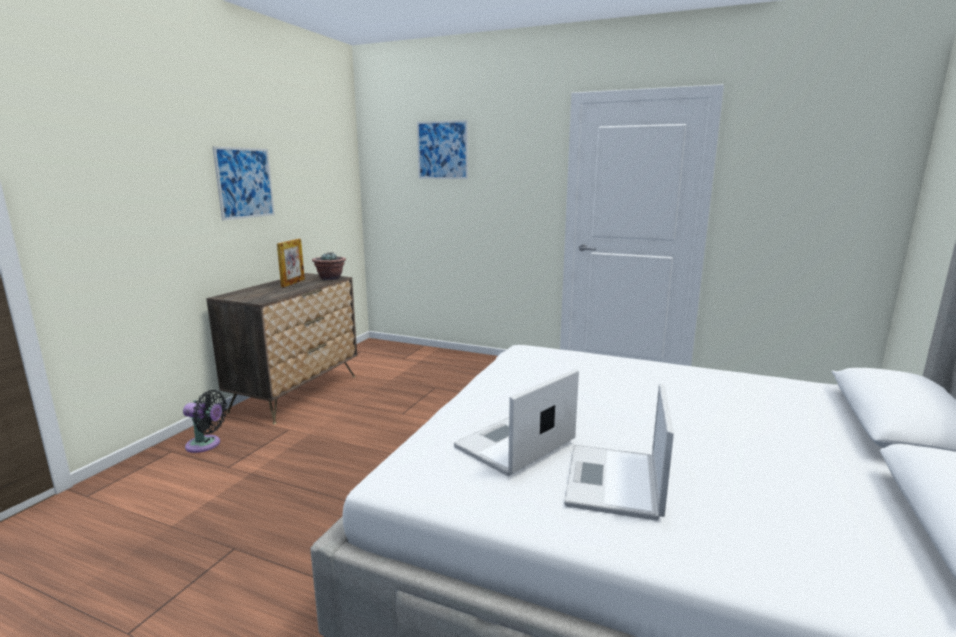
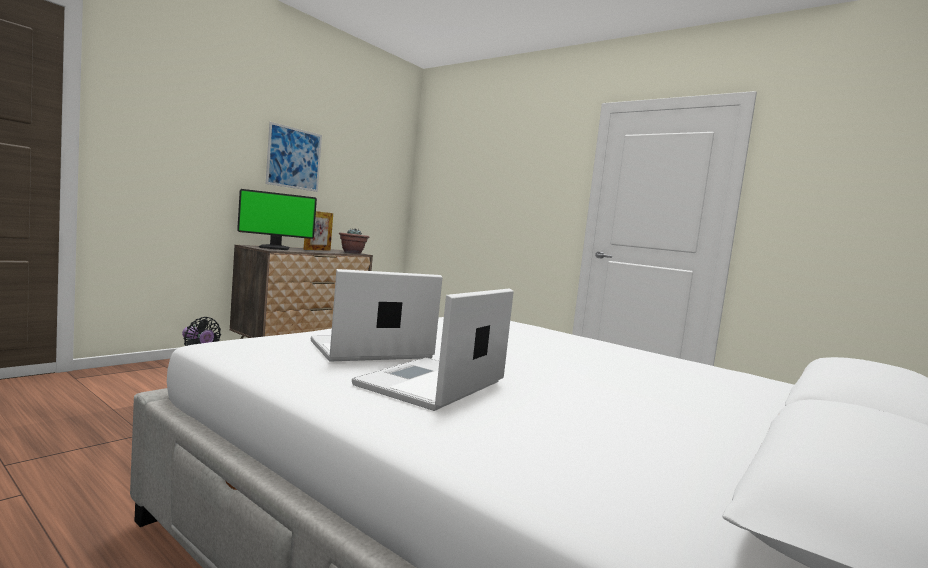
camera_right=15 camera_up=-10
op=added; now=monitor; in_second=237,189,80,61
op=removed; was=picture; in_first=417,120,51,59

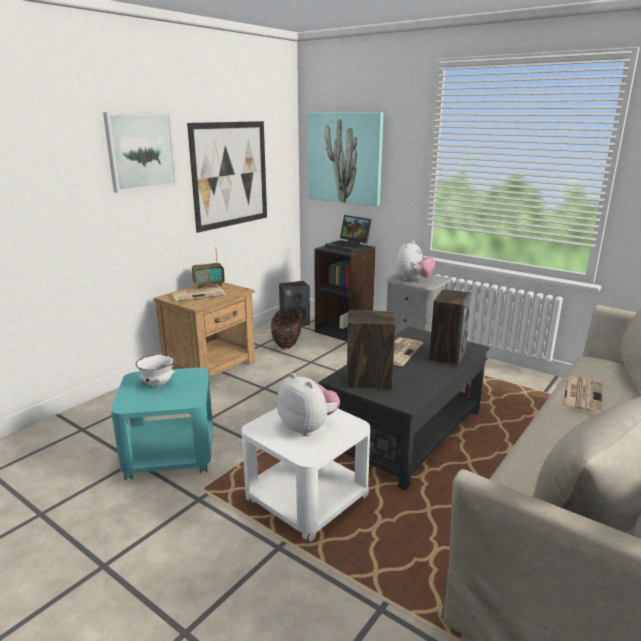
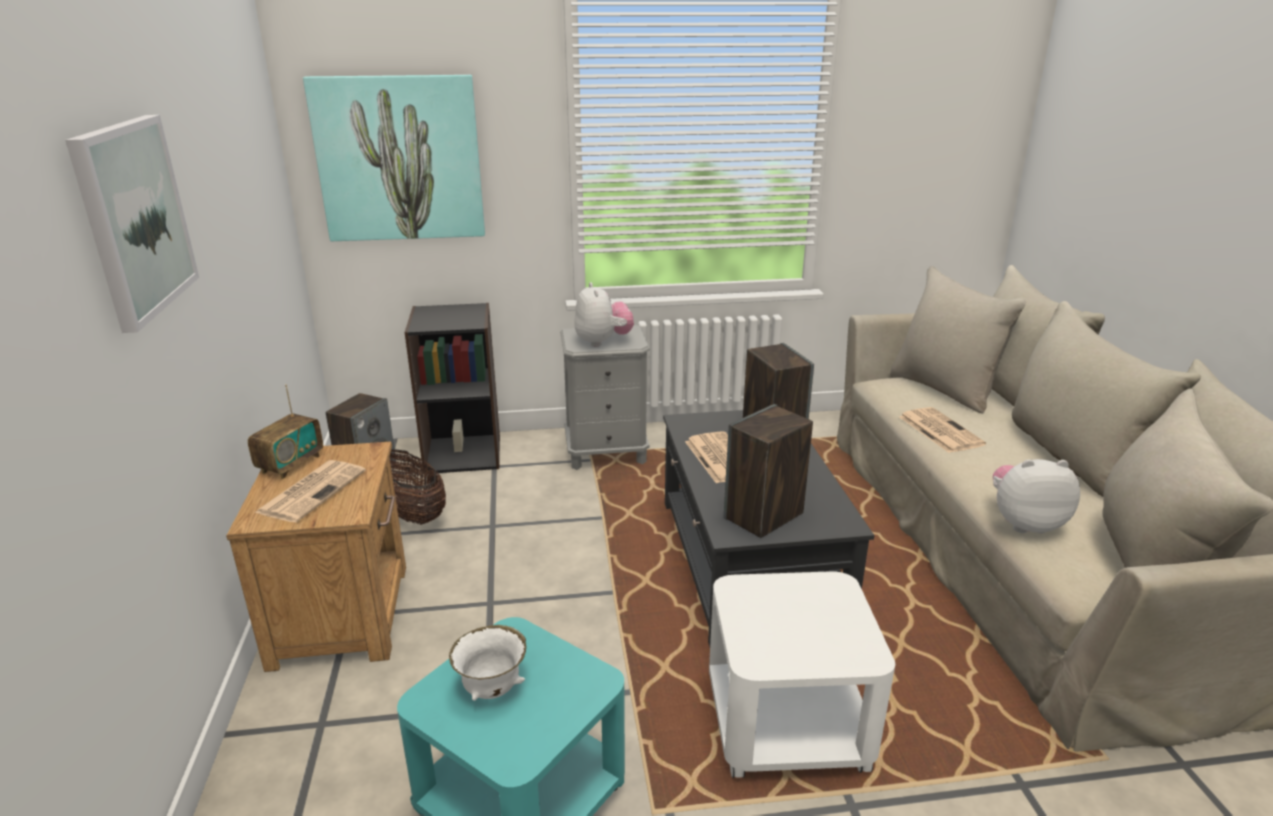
camera_right=-45 camera_up=5
op=moved; was=plush toy; in_first=277,373,63,63; in_second=993,459,87,74
op=removed; was=picture; in_first=187,121,80,112
op=removed; was=laptop; in_first=325,215,47,37

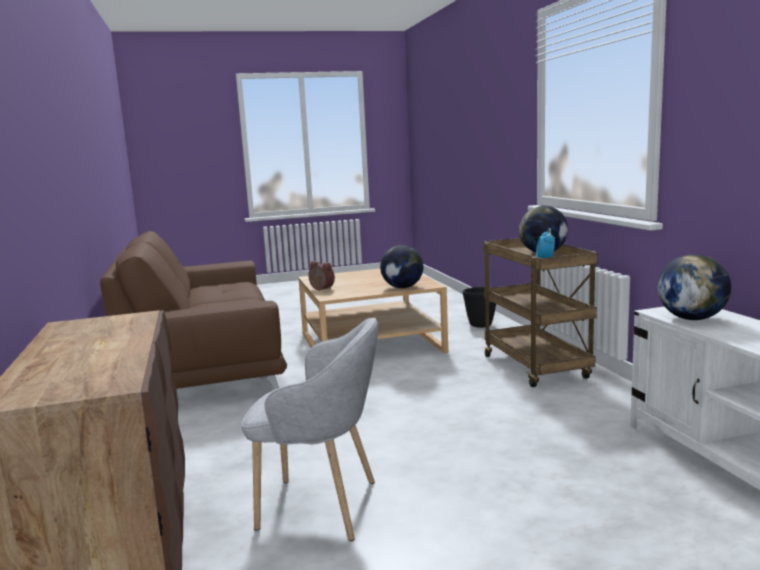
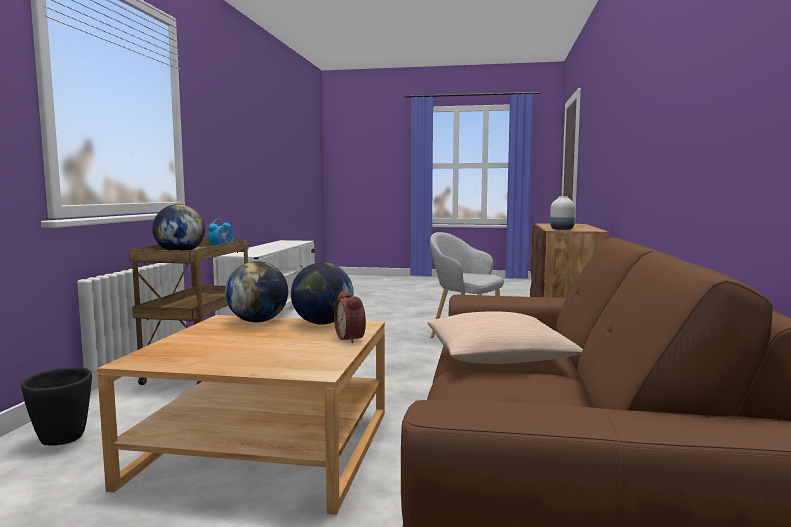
camera_right=-155 camera_up=-5
op=moved; was=globe; in_first=658,254,73,66; in_second=291,262,62,63
op=added; now=pillow (beige); in_second=428,311,155,53
op=added; now=vase (white); in_second=550,196,25,34

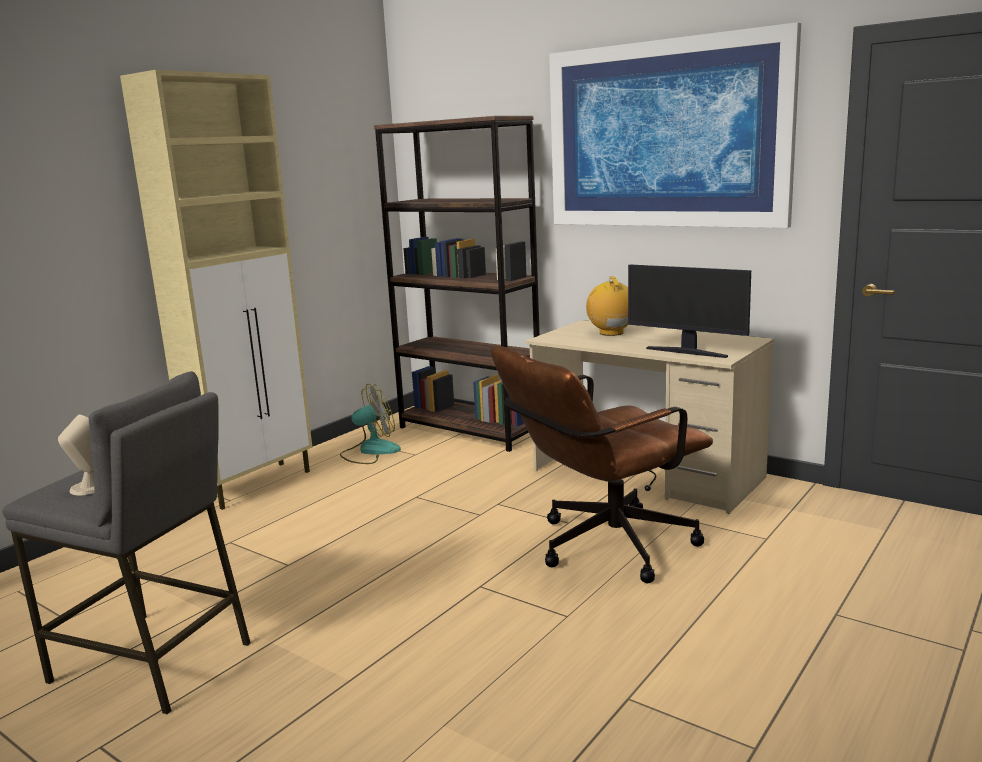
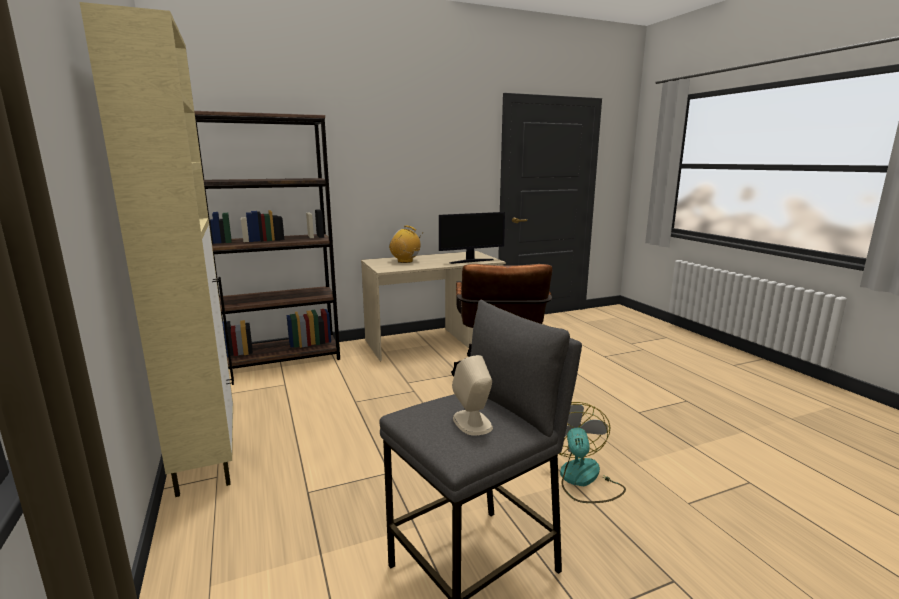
camera_right=-60 camera_up=0
op=moved; was=fan; in_first=340,384,61,80; in_second=560,402,66,101
op=removed; was=picture; in_first=549,22,252,206

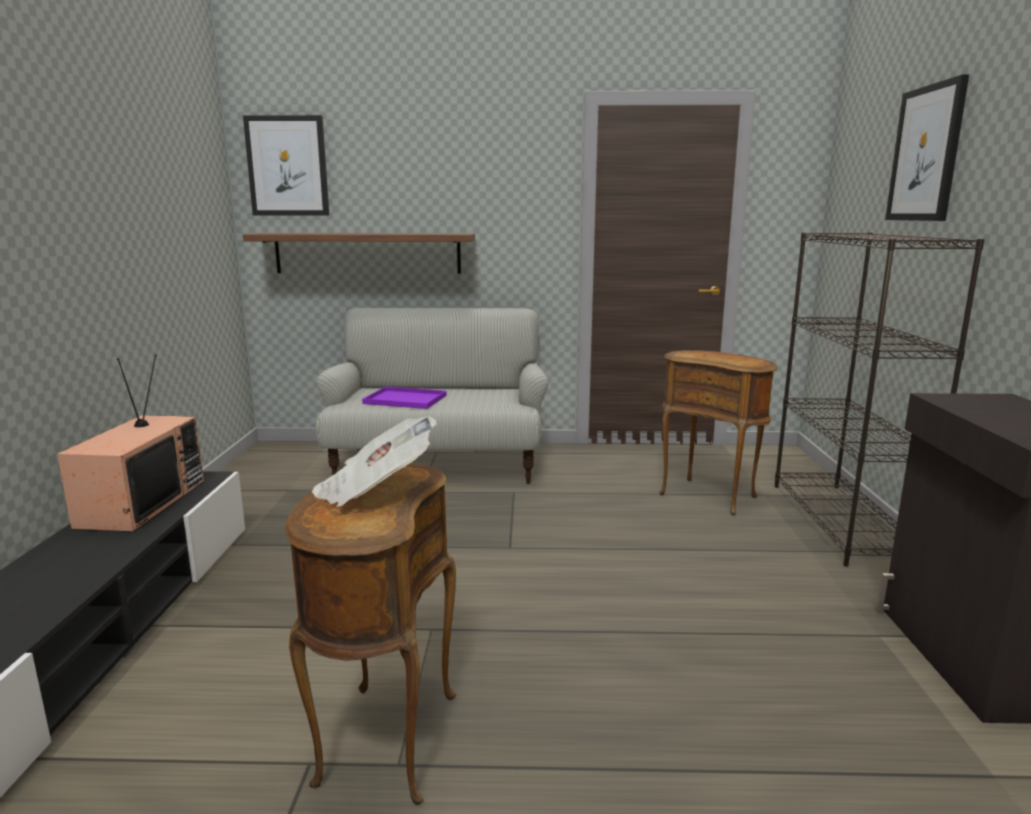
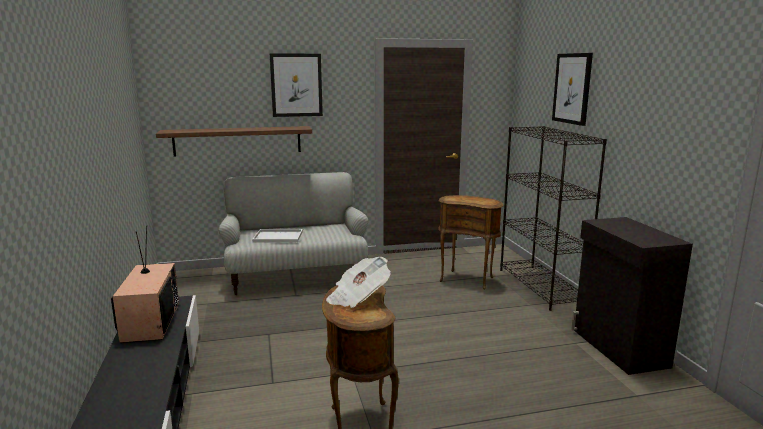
camera_right=-15 camera_up=0
op=recoloured; was=tray (purple); now=tray (white); in_first=362,386,85,23; in_second=252,229,51,14
op=moved; was=picture; in_first=243,115,86,100; in_second=270,53,53,64

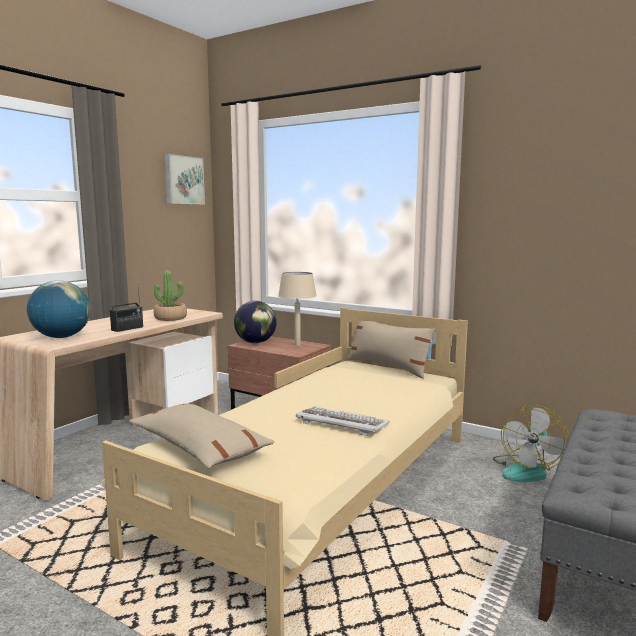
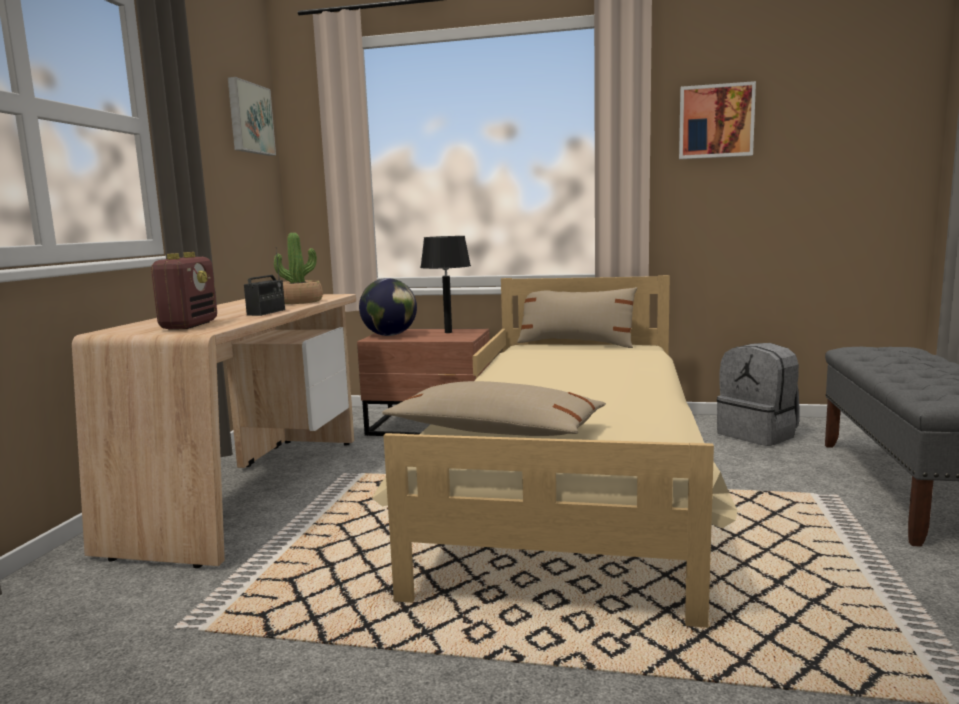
camera_right=-20 camera_up=0
op=replaced; was=globe; now=radio; in_first=27,280,63,58; in_second=151,252,66,78
op=recoloured; was=table lamp (beige); now=table lamp (black); in_first=278,272,39,74; in_second=420,236,51,97
op=added; now=picture; in_second=679,81,77,78
op=replaced; was=fan; now=backpack (grey); in_first=493,405,76,77; in_second=717,343,83,103
op=removed; was=keyboard; in_first=296,406,94,30

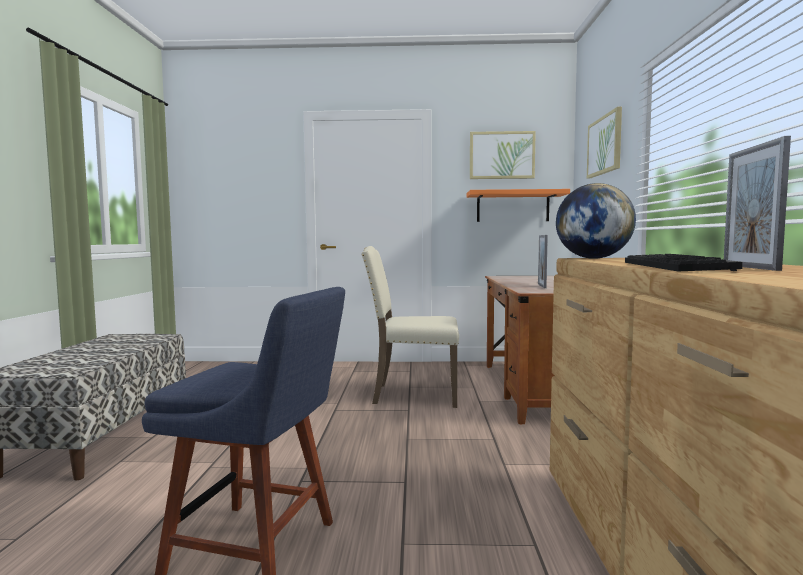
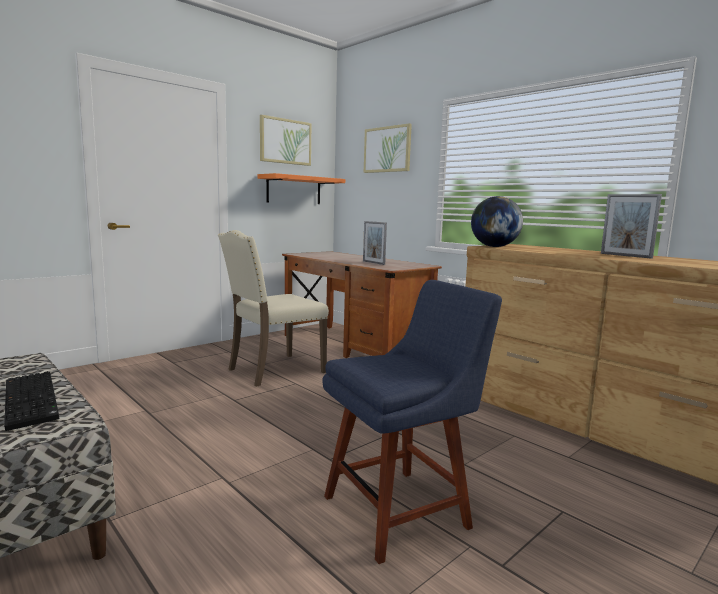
camera_right=-45 camera_up=5
op=moved; was=keyboard; in_first=625,254,118,17; in_second=4,371,55,60

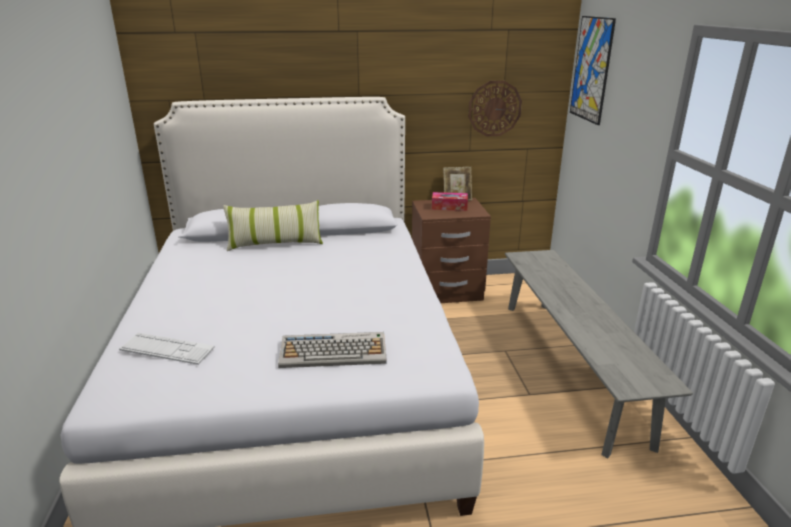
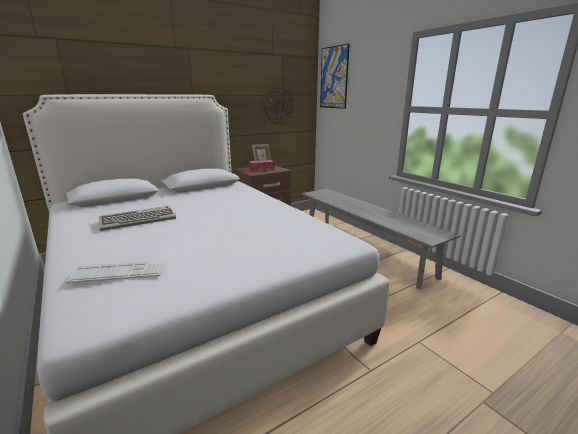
camera_right=-25 camera_up=-5
op=moved; was=keyboard; in_first=278,332,109,36; in_second=99,206,77,25
op=removed; was=pillow; in_first=223,200,100,51

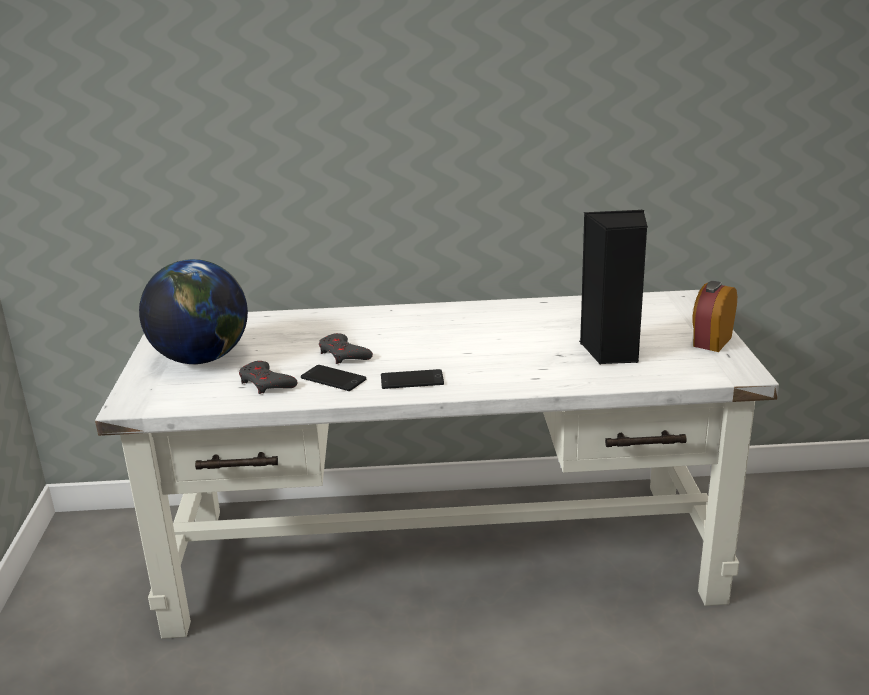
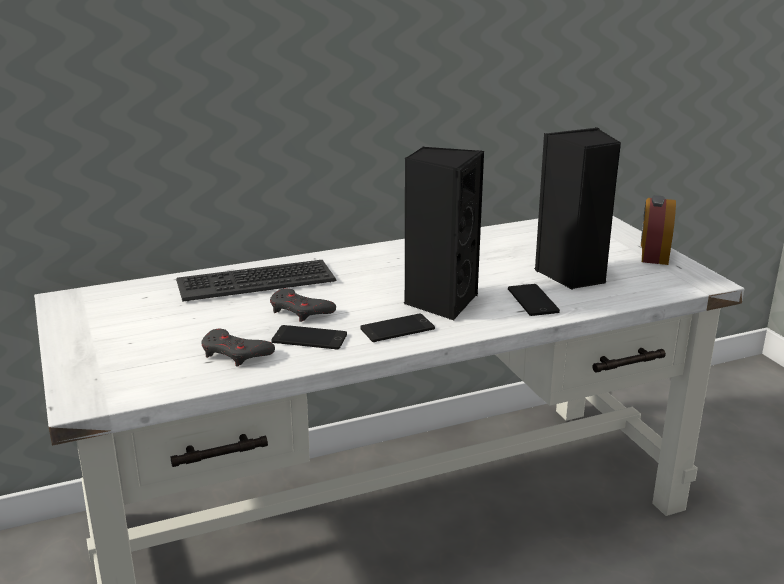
camera_right=-20 camera_up=0
op=added; now=keyboard; in_second=176,260,160,41
op=added; now=speaker (black); in_second=404,146,80,174
op=added; now=phone; in_second=508,284,52,32
op=removed; was=globe; in_first=139,259,109,105

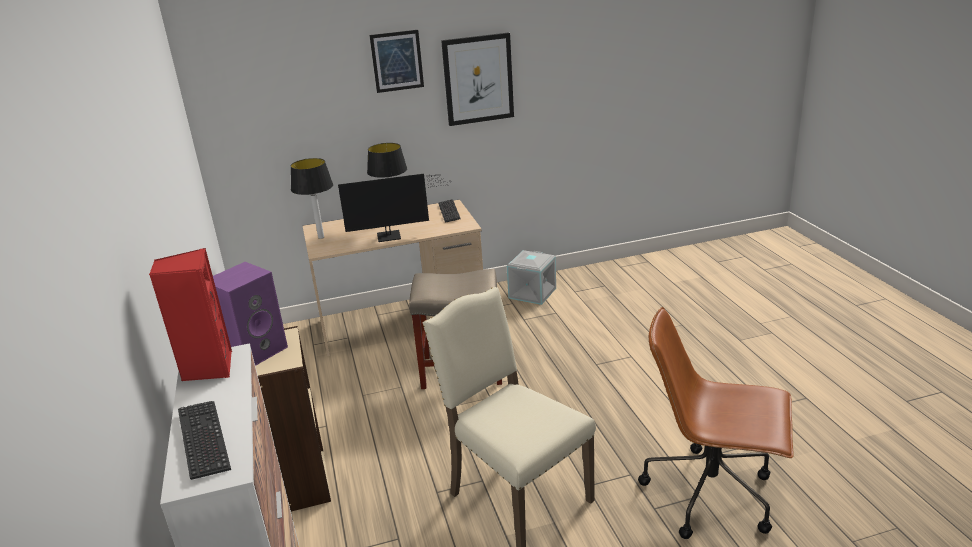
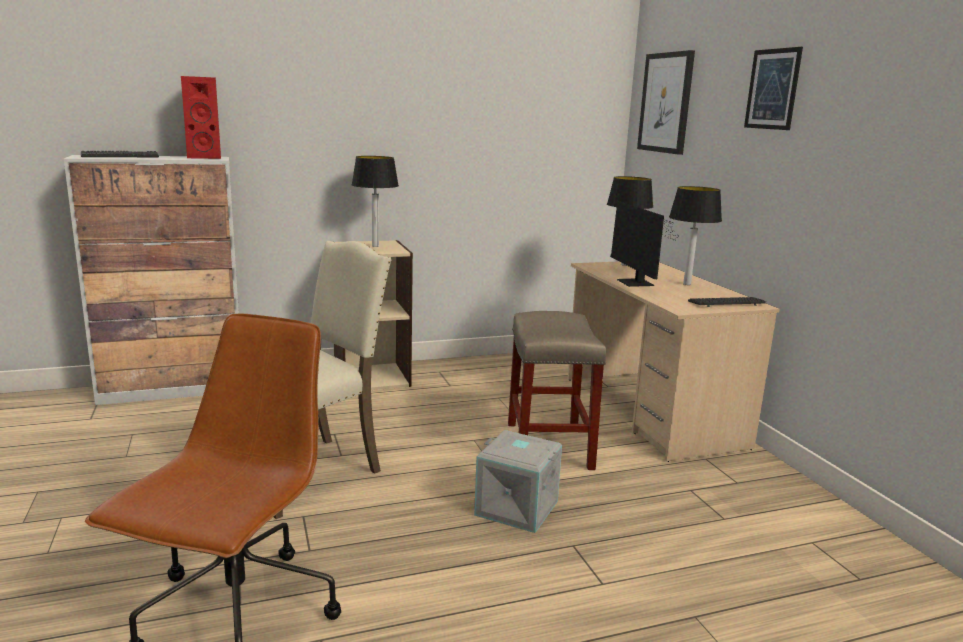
camera_right=85 camera_up=-10
op=replaced; was=speaker (purple); now=table lamp; in_first=213,262,75,104; in_second=352,156,47,91
op=moved; was=storage box (grey); in_first=507,250,49,55; in_second=474,430,88,103
op=moved; was=picture; in_first=441,32,73,94; in_second=637,50,58,105

